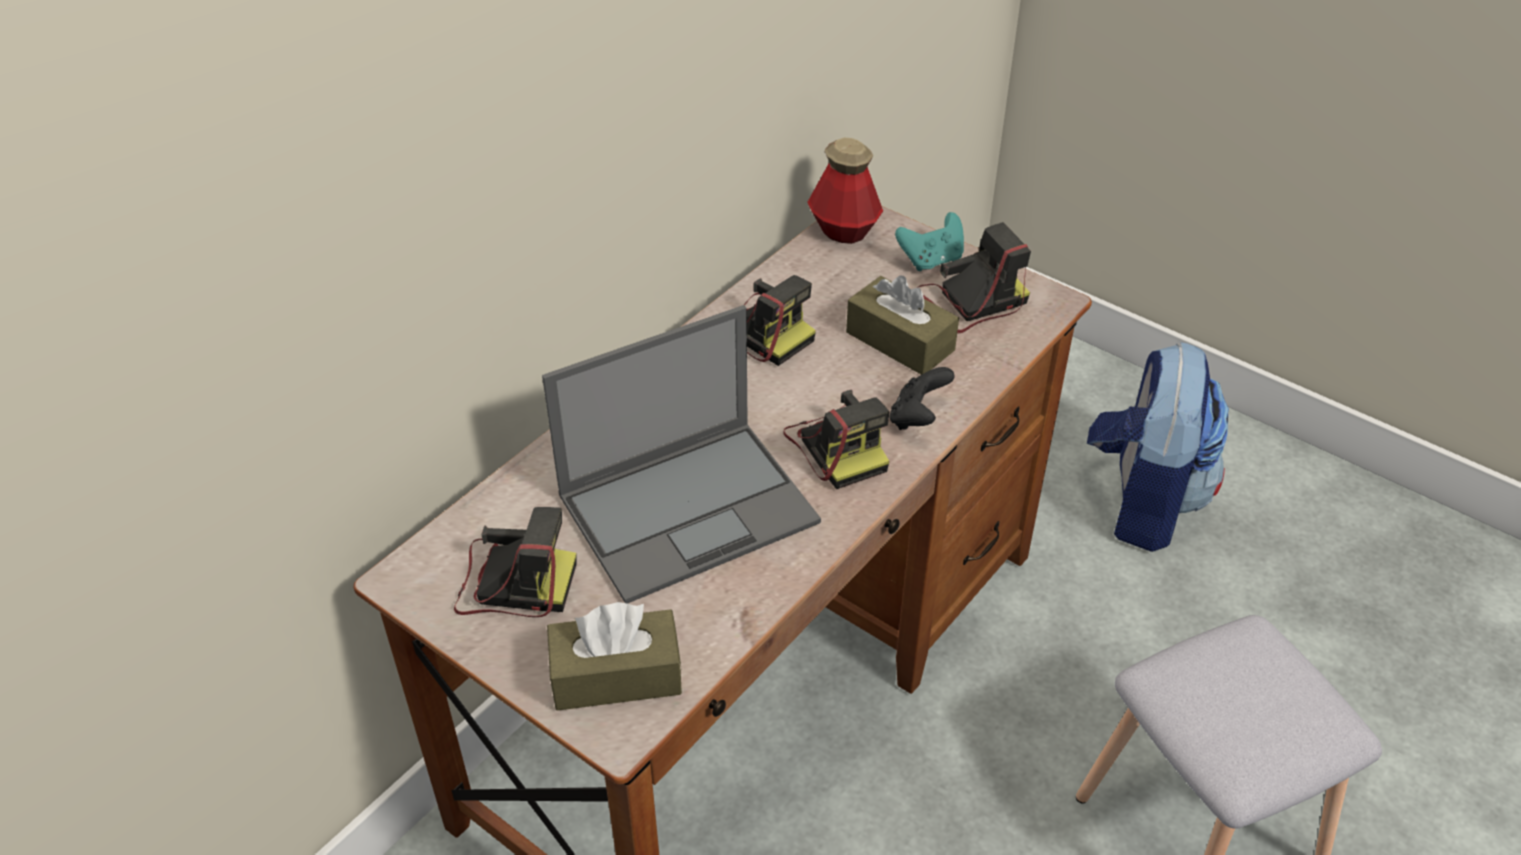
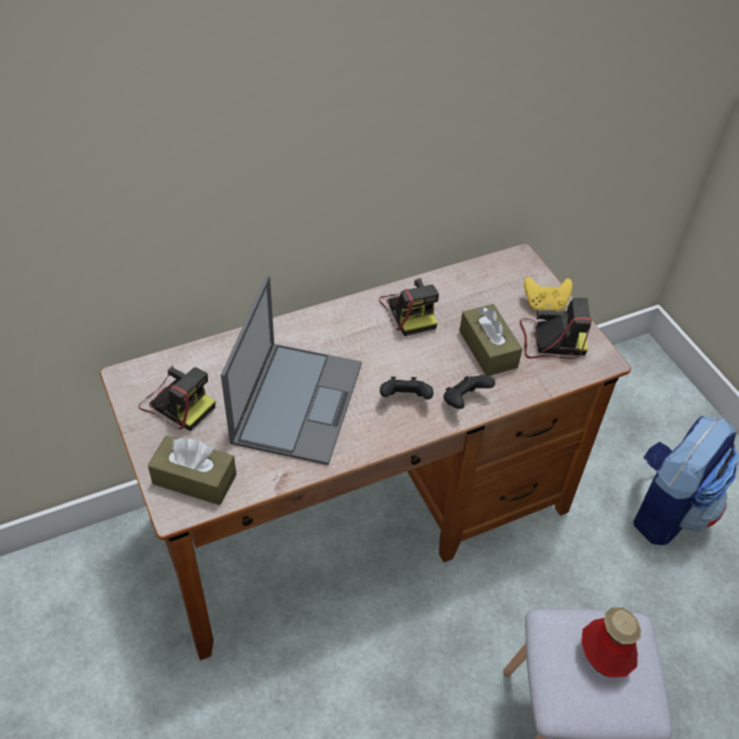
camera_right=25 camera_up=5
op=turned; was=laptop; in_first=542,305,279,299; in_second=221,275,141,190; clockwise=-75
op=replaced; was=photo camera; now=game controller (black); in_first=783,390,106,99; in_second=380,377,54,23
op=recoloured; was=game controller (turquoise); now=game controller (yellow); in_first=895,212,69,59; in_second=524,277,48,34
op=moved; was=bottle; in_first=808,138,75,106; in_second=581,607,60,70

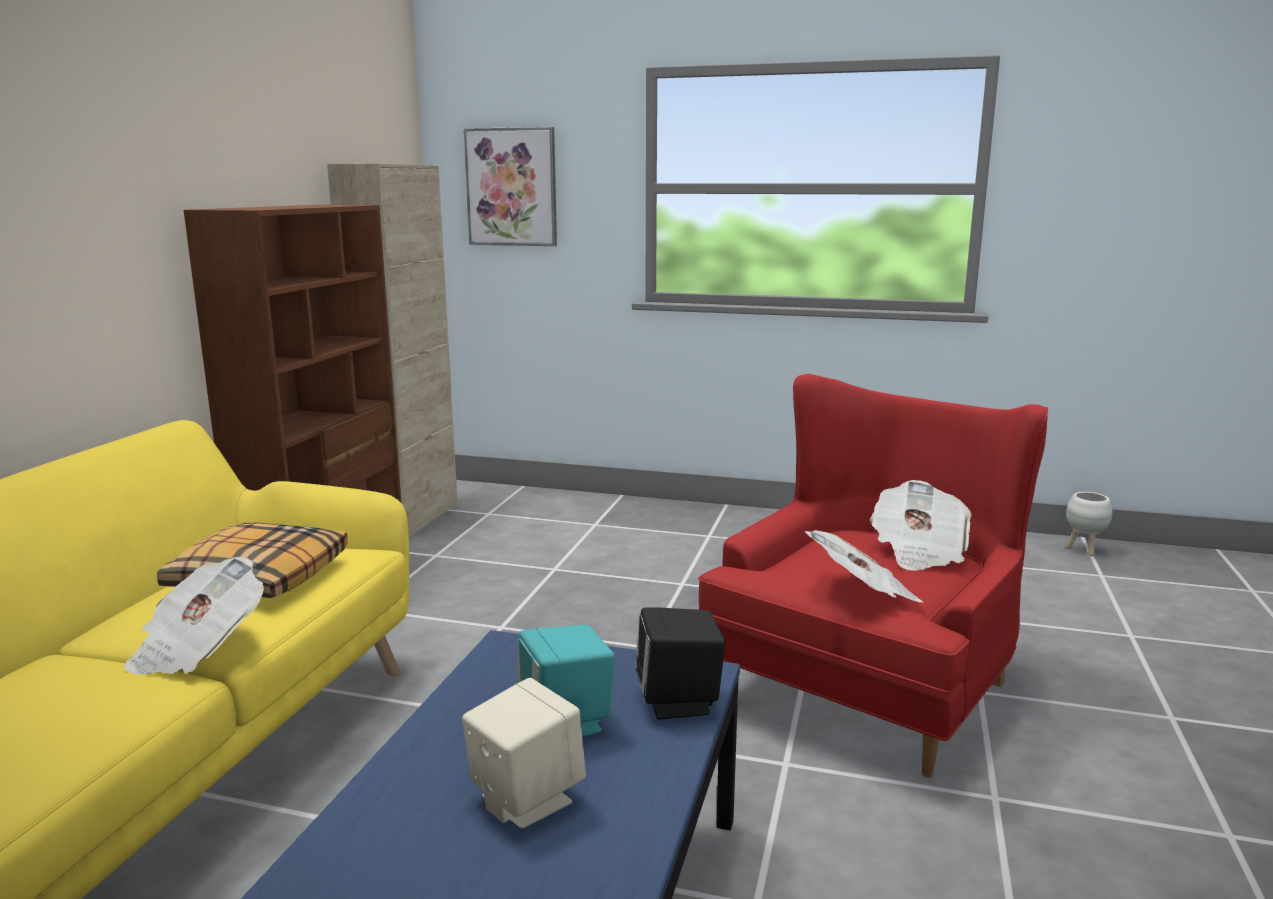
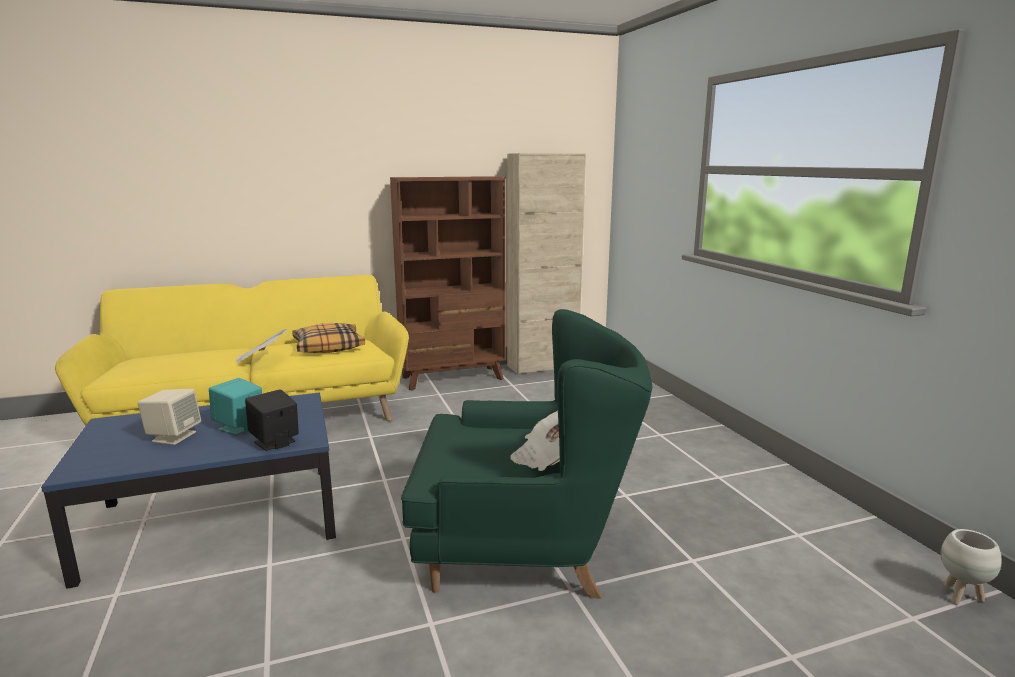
camera_right=55 camera_up=0
op=recoloured; was=armchair (red); now=armchair (green); in_first=699,374,349,403; in_second=401,309,251,289
op=removed; was=picture; in_first=464,127,93,119
op=removed; was=newspaper; in_first=805,530,119,72

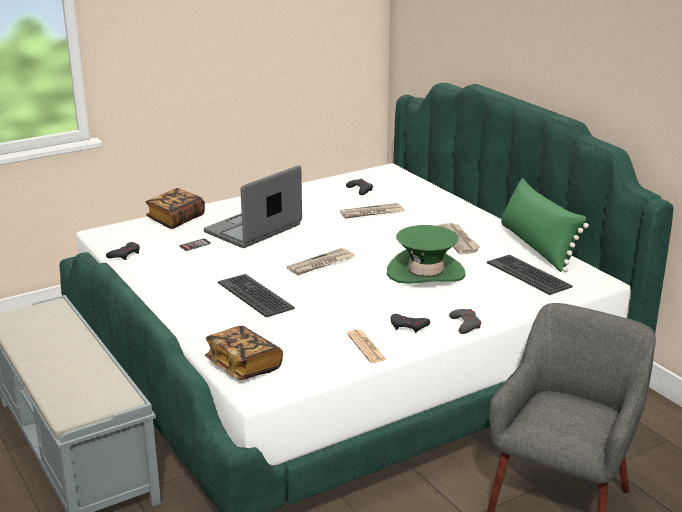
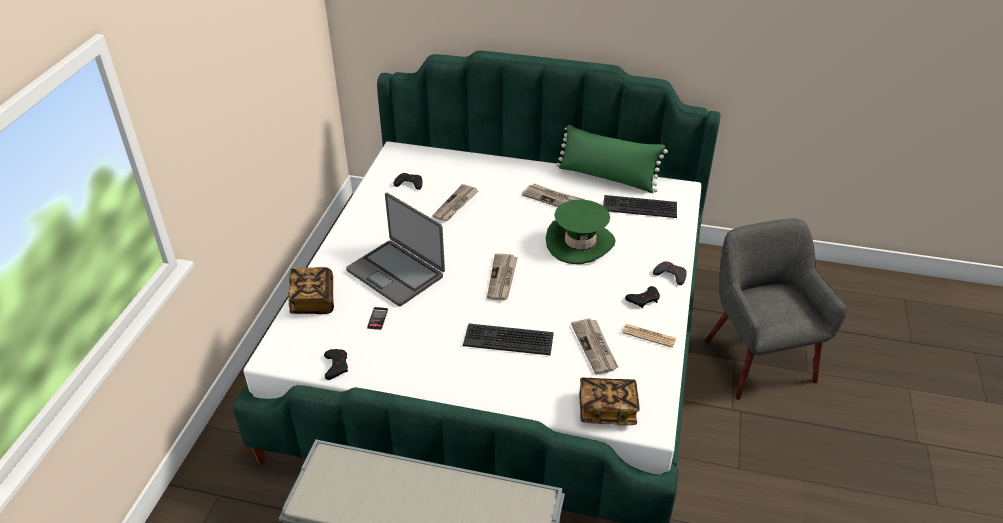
camera_right=-45 camera_up=15
op=turned; was=laptop; in_first=204,165,98,83; in_second=346,193,99,113; clockwise=-45
op=added; now=newspaper; in_second=571,318,47,56

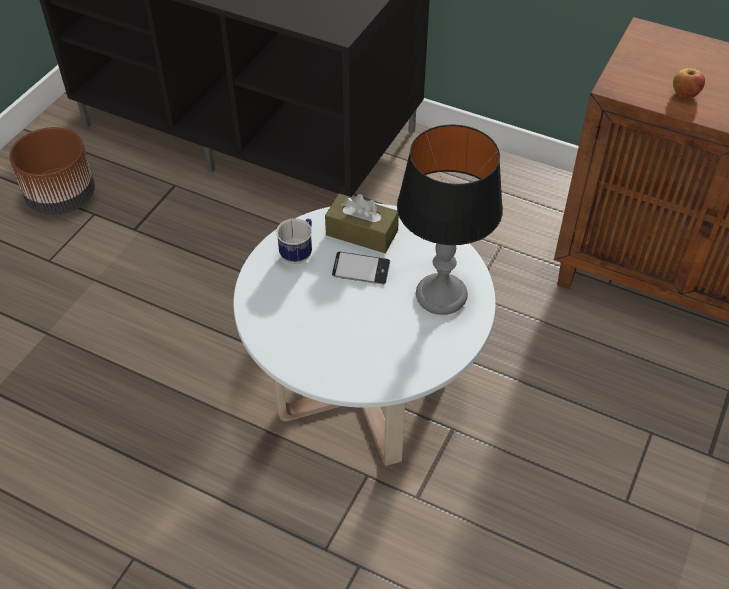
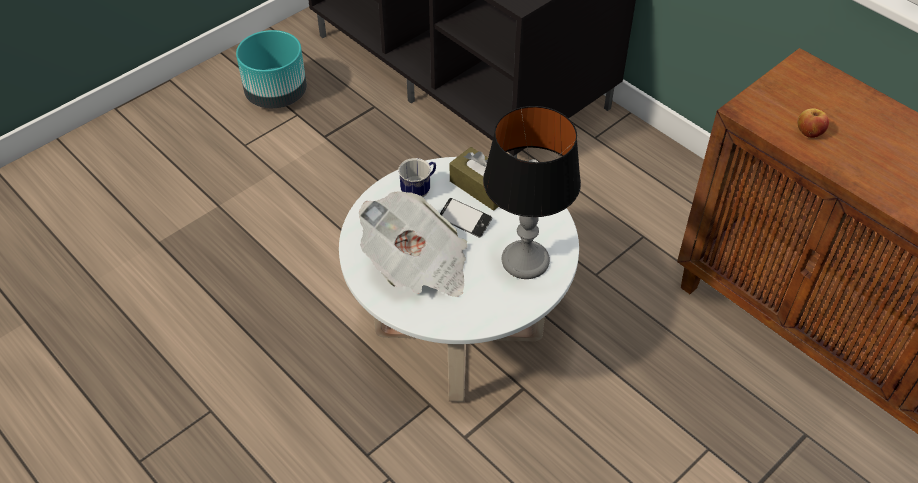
camera_right=20 camera_up=0
op=recoloured; was=planter (brown); now=planter (turquoise); in_first=9,127,86,88; in_second=236,30,71,78
op=added; now=newspaper; in_second=359,192,108,105

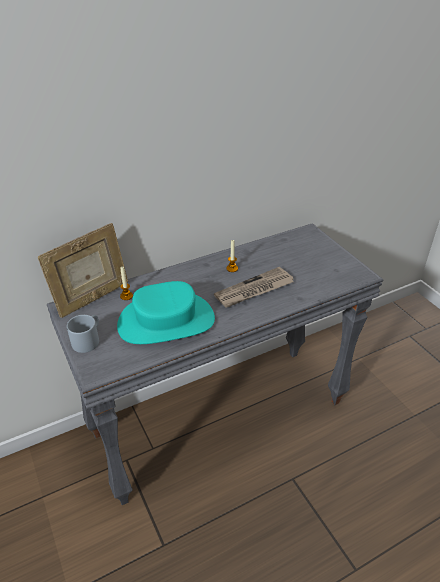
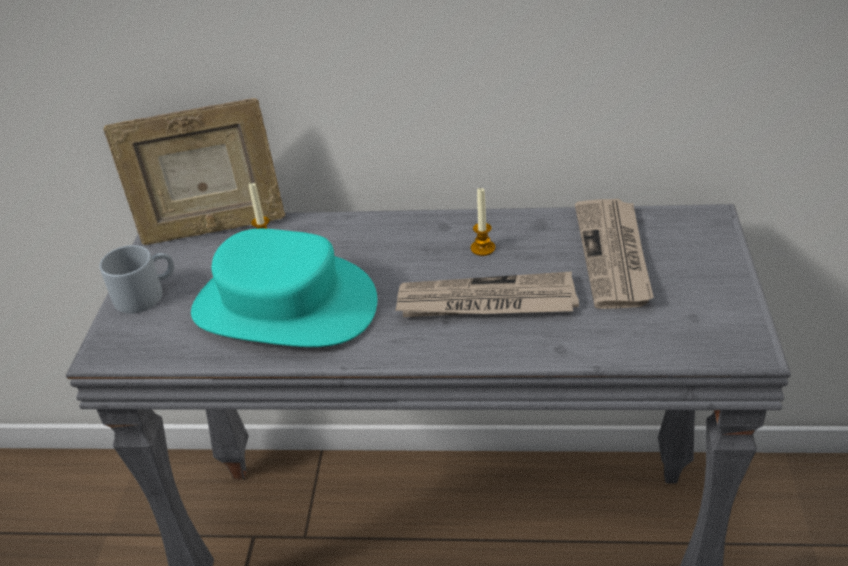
camera_right=35 camera_up=0
op=added; now=newspaper; in_second=575,199,79,110

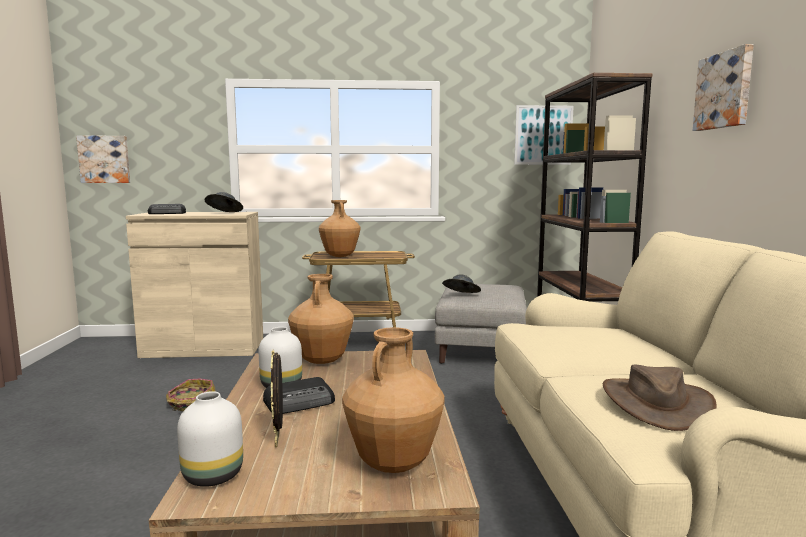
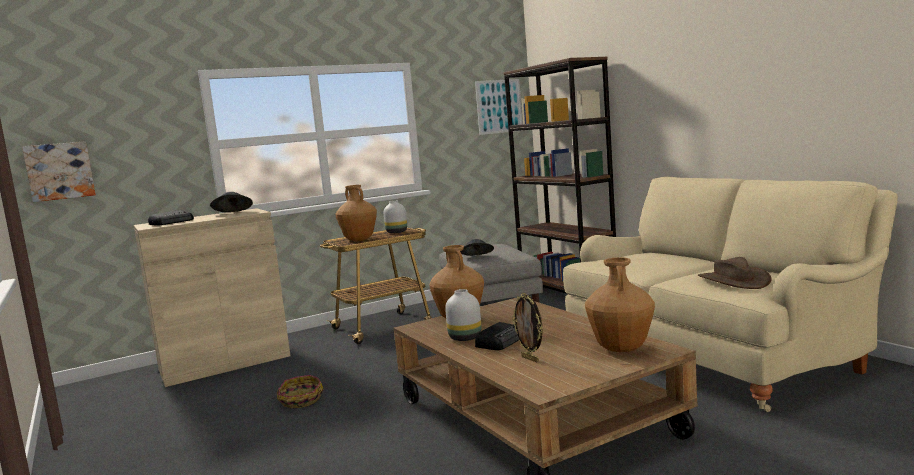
camera_right=-25 camera_up=0
op=moved; was=vase (white); in_first=177,391,66,96; in_second=384,201,23,32
op=removed; was=picture; in_first=693,44,61,87

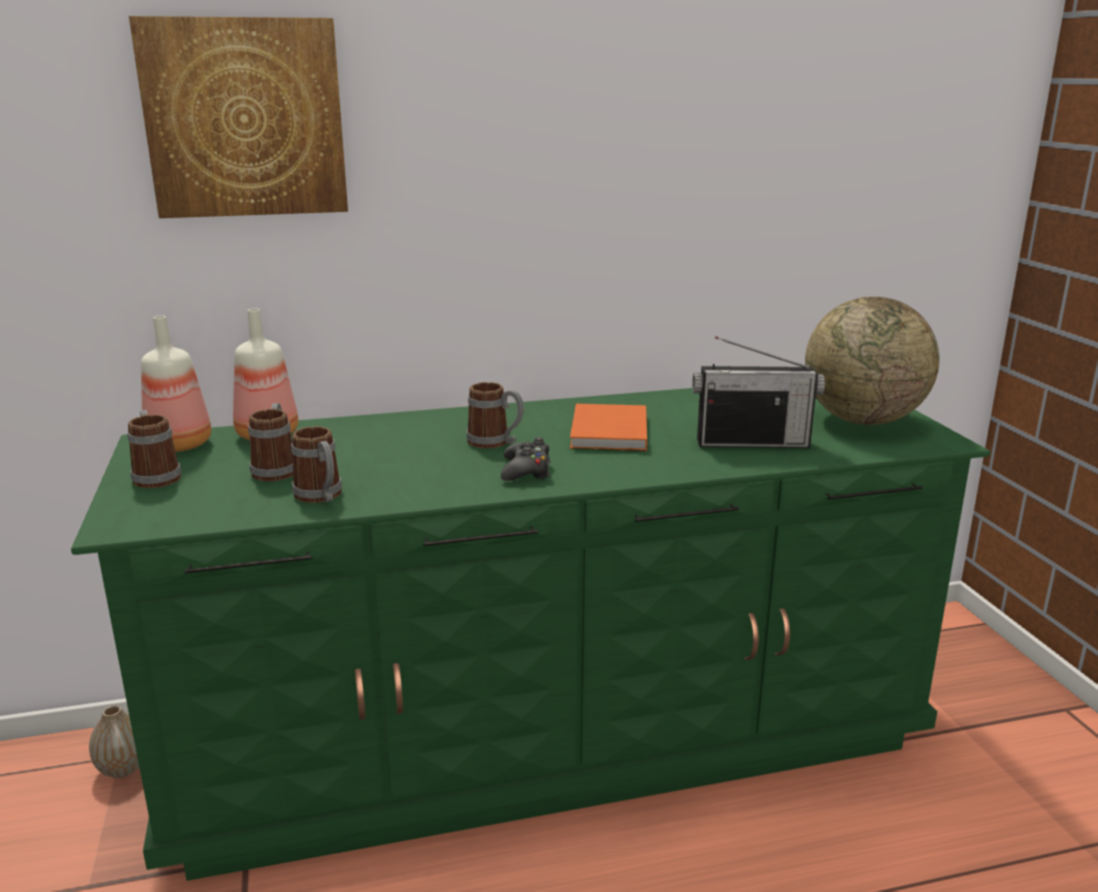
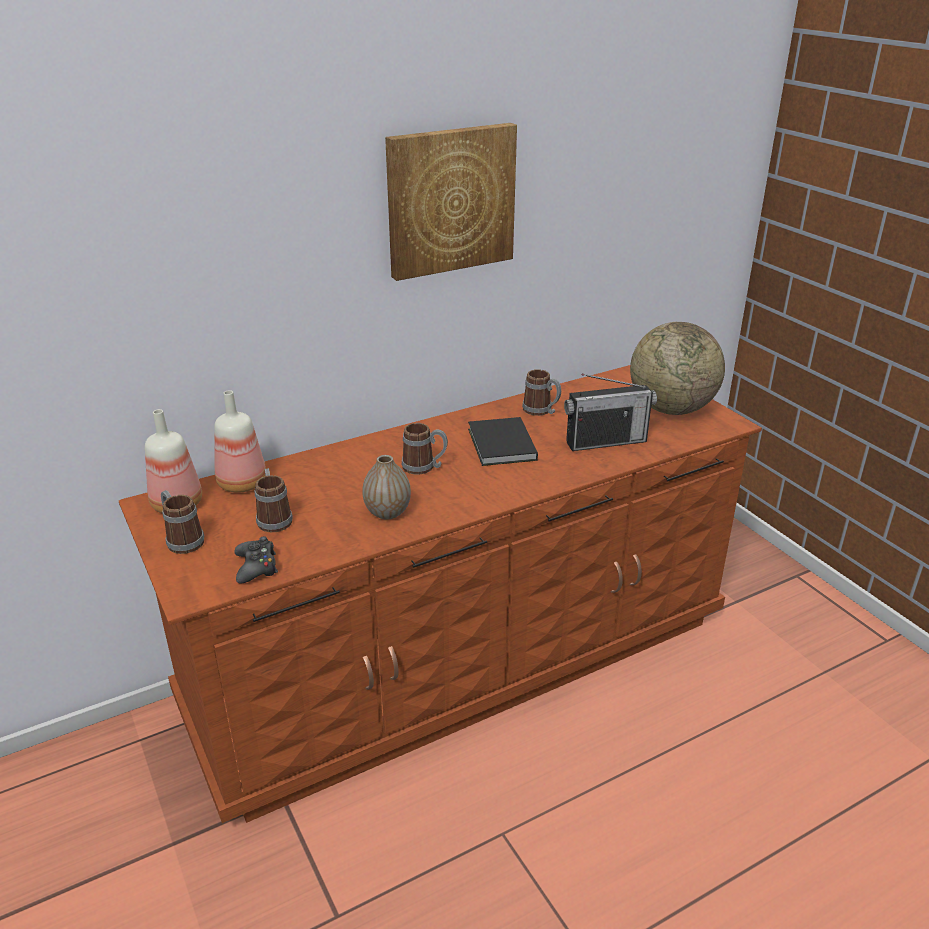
camera_right=-15 camera_up=10
op=recoloured; was=dresser (green); now=dresser (brown); in_first=71,388,919,493; in_second=119,365,643,458
op=moved; was=game controller (black); in_first=501,437,50,44; in_second=234,536,44,48
op=moved; was=vase; in_first=89,705,50,73; in_second=362,455,49,65
op=moved; was=picture; in_first=129,16,219,202; in_second=385,123,132,158
op=recoloured; was=book (orange); now=book (black); in_first=570,404,77,47; in_second=468,417,70,49
op=moved; was=mug; in_first=291,426,51,77; in_second=522,369,39,47

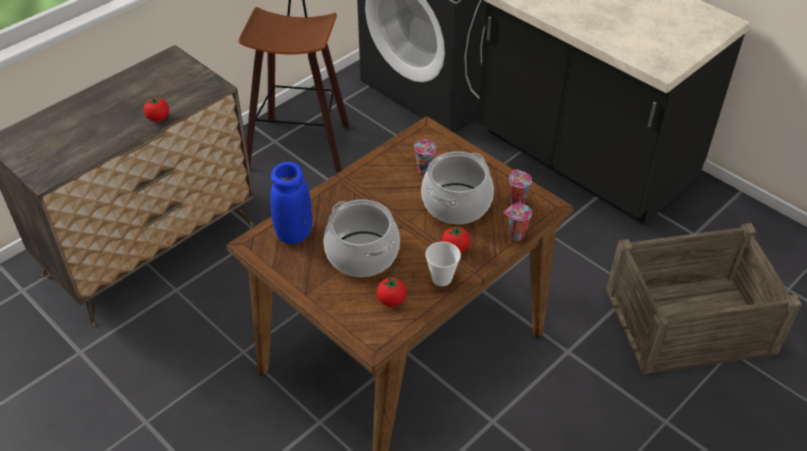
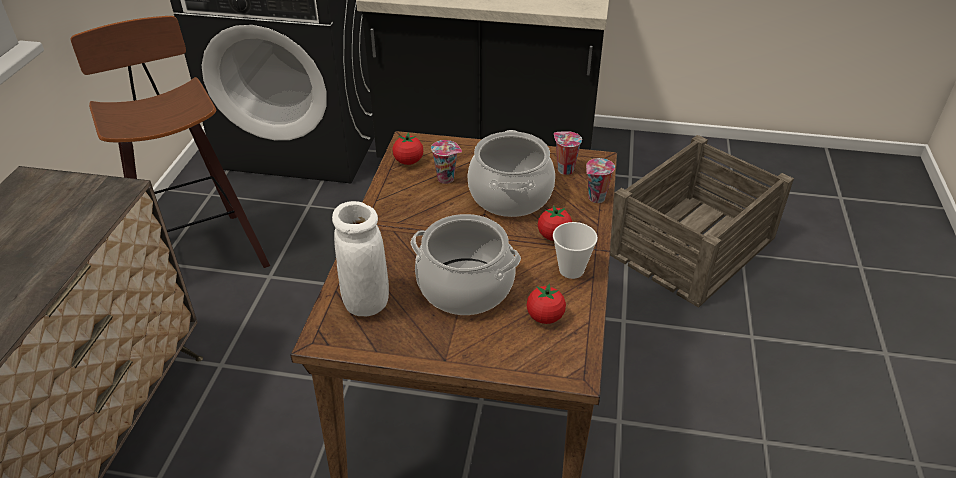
camera_right=-35 camera_up=-5
op=recoloured; was=vase (blue); now=vase (white); in_first=271,162,41,82; in_second=332,201,57,115
op=moved; was=tomato; in_first=143,96,26,26; in_second=393,132,30,33

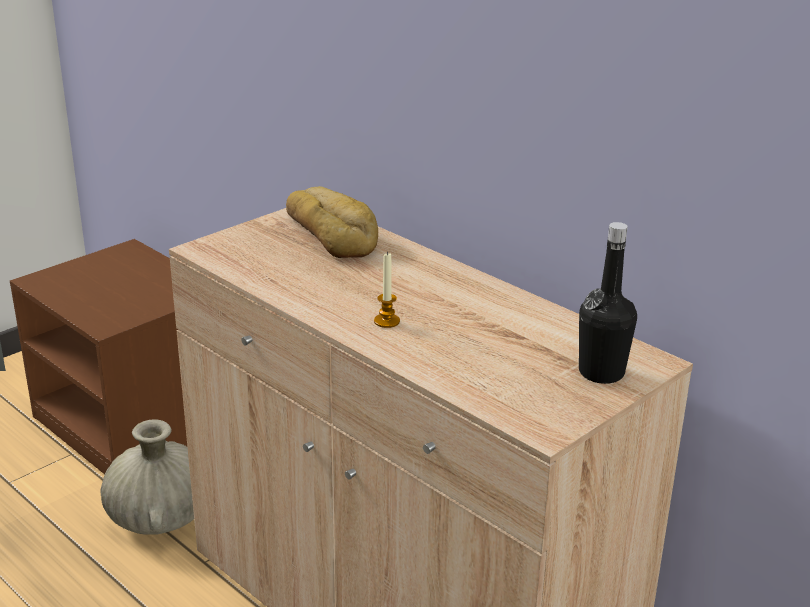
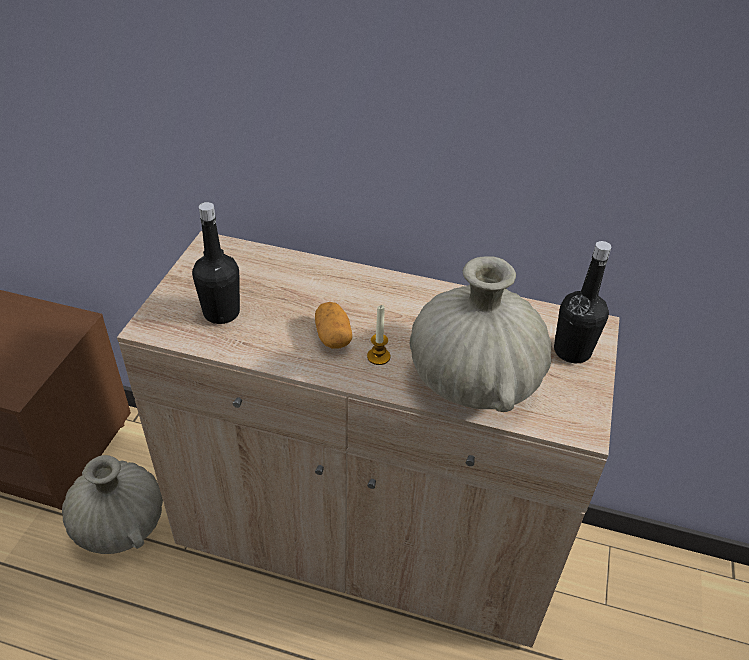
camera_right=-30 camera_up=15
op=added; now=bottle (black); in_second=192,202,48,122
op=added; now=potato; in_second=315,302,37,47
op=added; now=vase (beige); in_second=410,256,141,156
op=removed; was=bread; in_first=286,186,92,72

